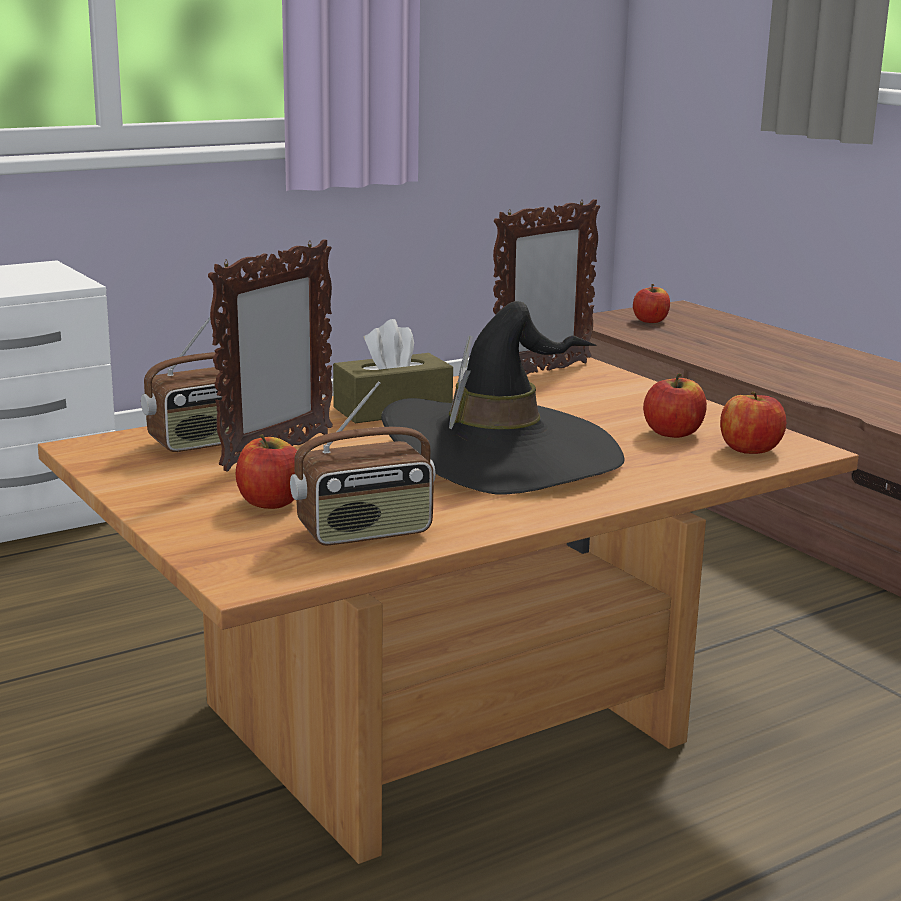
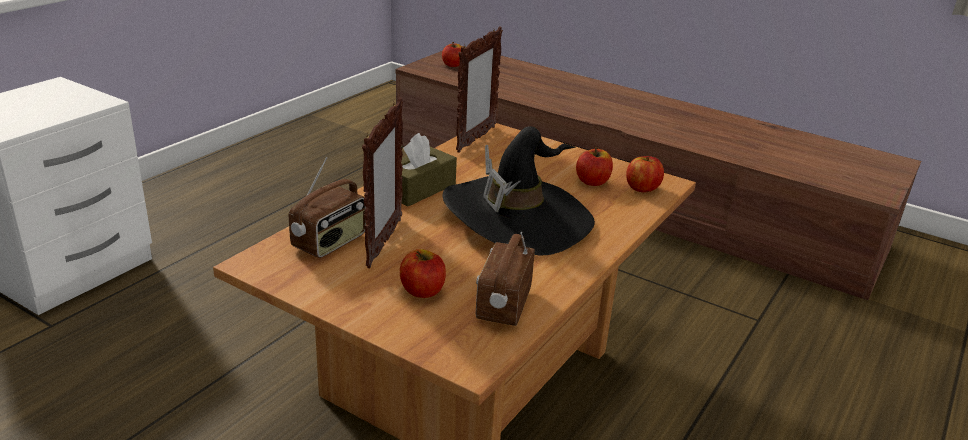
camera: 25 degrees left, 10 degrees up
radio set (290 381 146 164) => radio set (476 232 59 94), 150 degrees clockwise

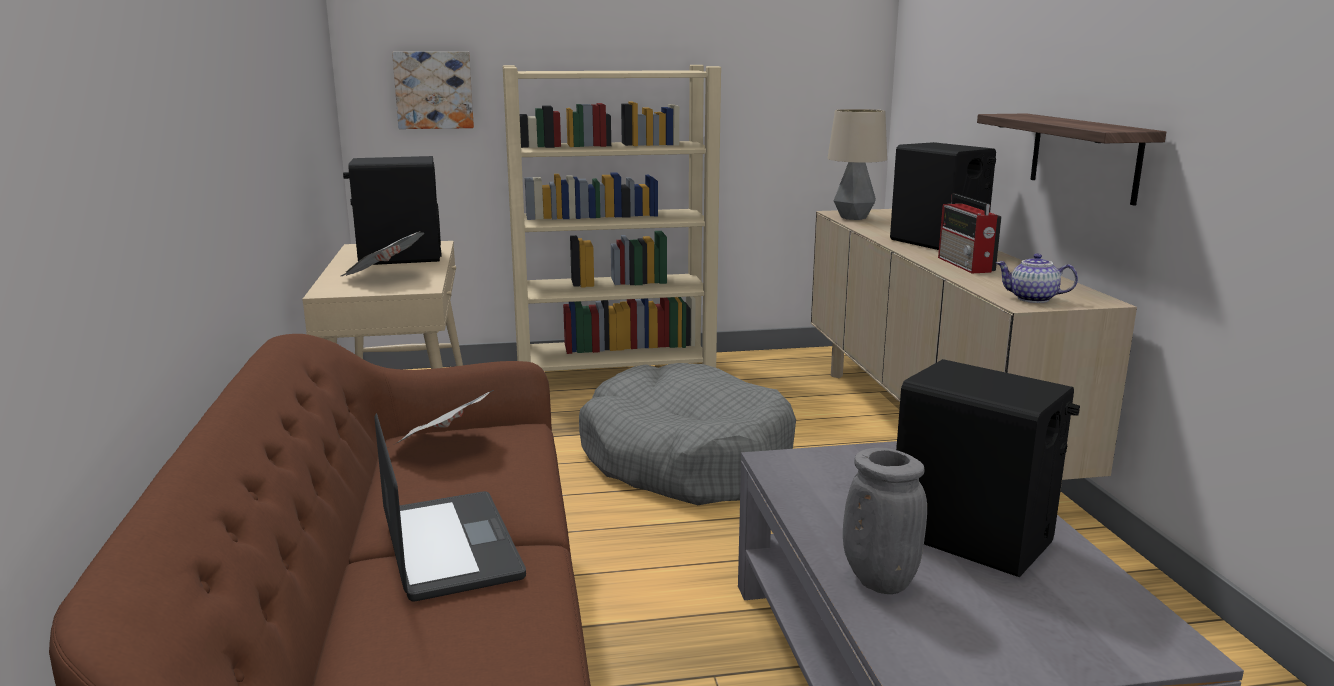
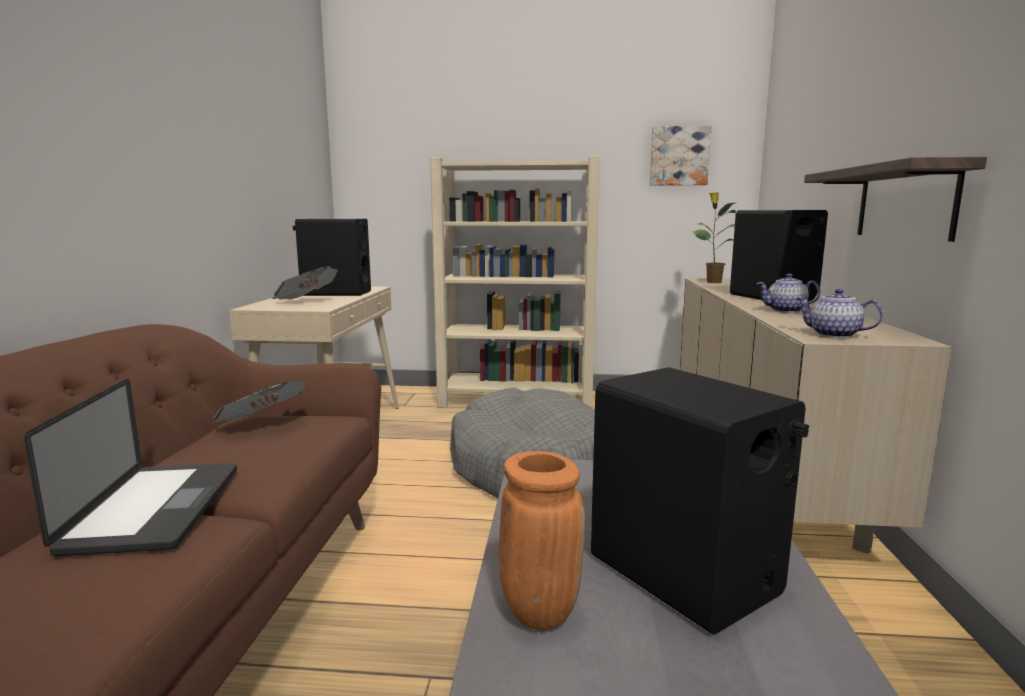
camera: 15 degrees right, 5 degrees down
vase (greyish) (843 448 84 146) => vase (orangey) (499 451 86 179)
picture (392 52 82 77) => picture (650 126 61 60), moved
table lamp (827 109 60 111) => plant in a pot (692 192 45 91)
radio set (938 193 64 80) => pot for tea (756 273 64 40)

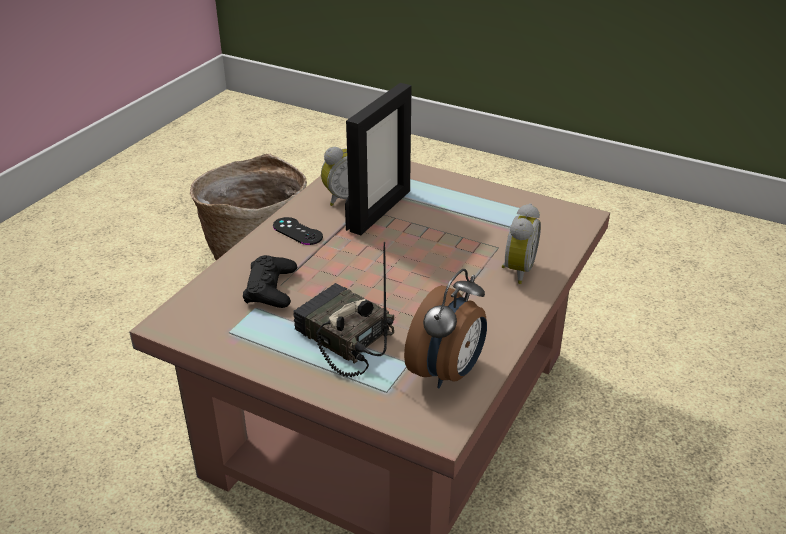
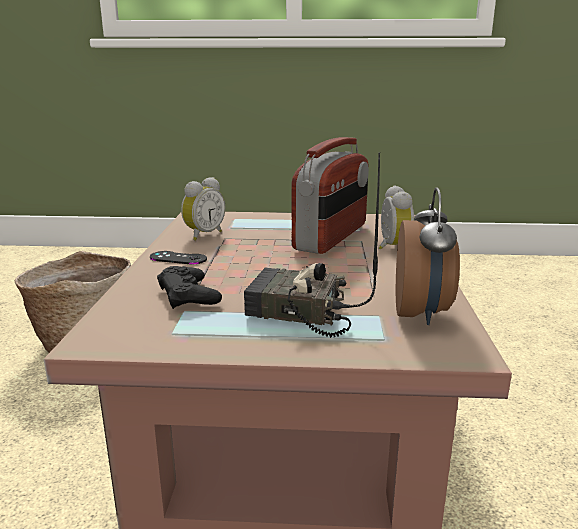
camera: 25 degrees left, 15 degrees down
nothing => radio set (291 137 78 117)
standing frame (345 83 67 152) => nothing

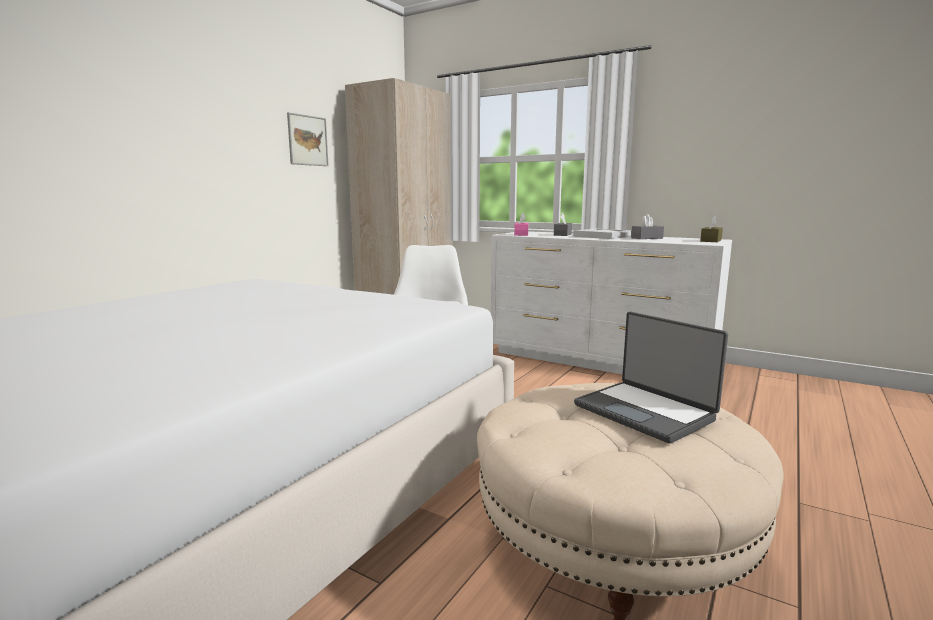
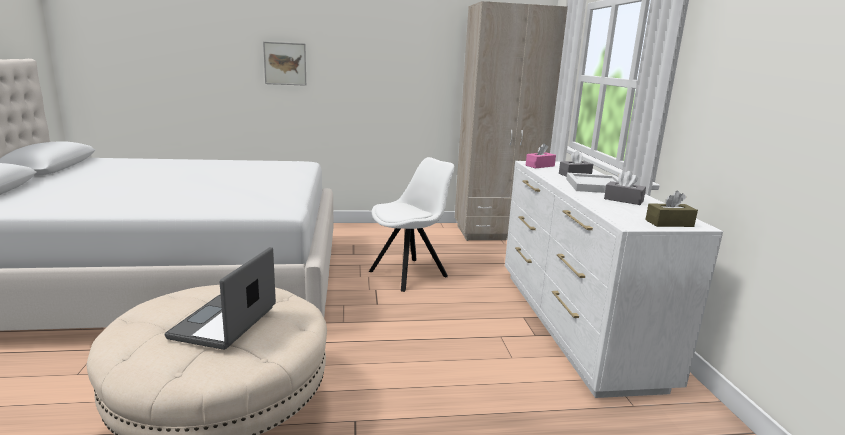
camera: 50 degrees right, 5 degrees up
picture (287 112 42 54) => picture (263 42 43 44), moved

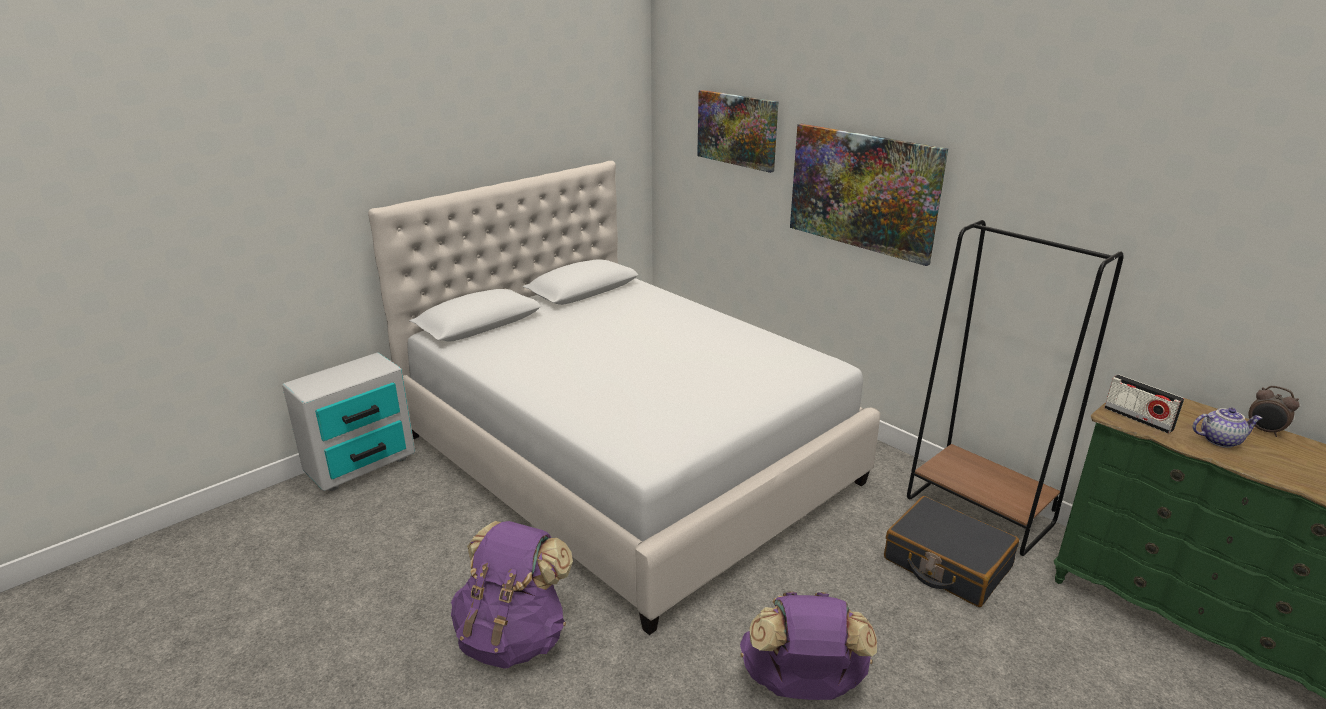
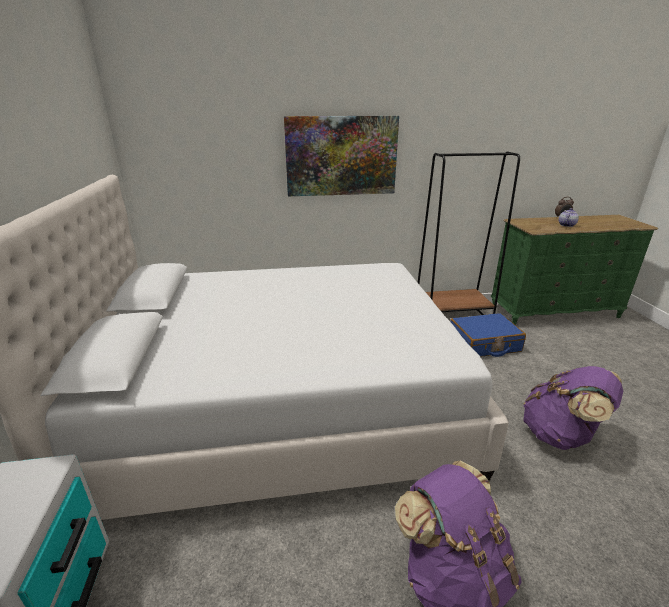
camera: 55 degrees left, 0 degrees up
piece of luggage (black) (884 496 135 111) => piece of luggage (bluish) (450 313 76 44)
picture (697 90 81 83) => nothing
radio set (1104 374 80 60) => nothing

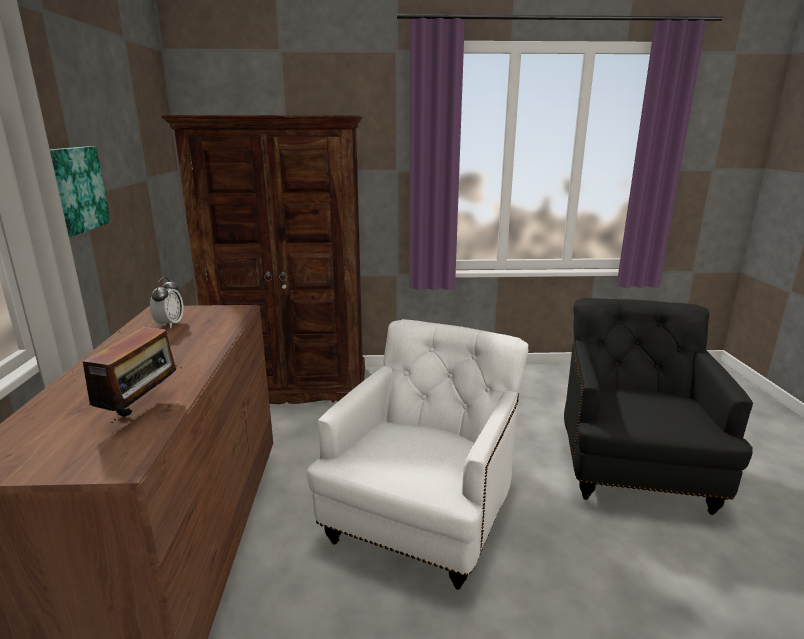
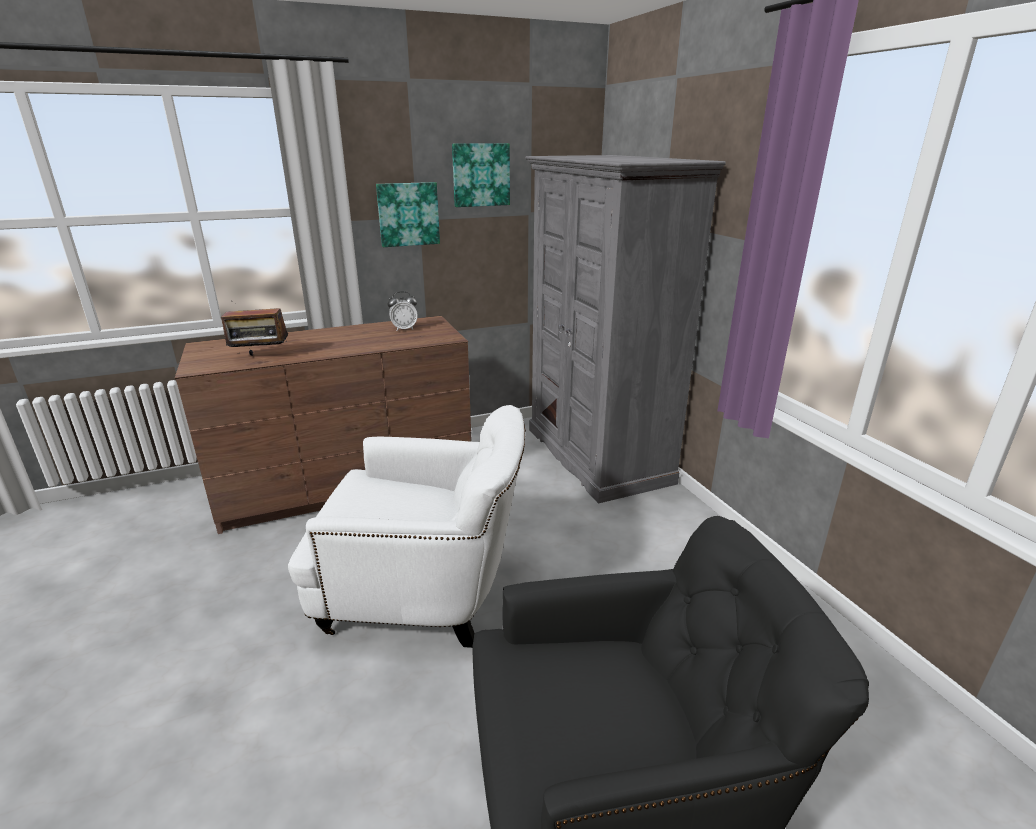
camera: 70 degrees right, 5 degrees up
nothing => picture (452 143 58 64)
clothes cupboard (brown) (161 115 204 289) => clothes cupboard (greyish) (525 155 201 349)

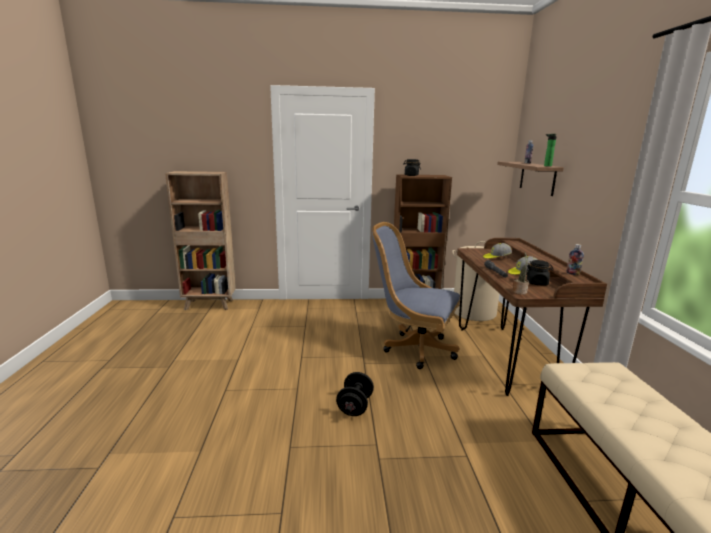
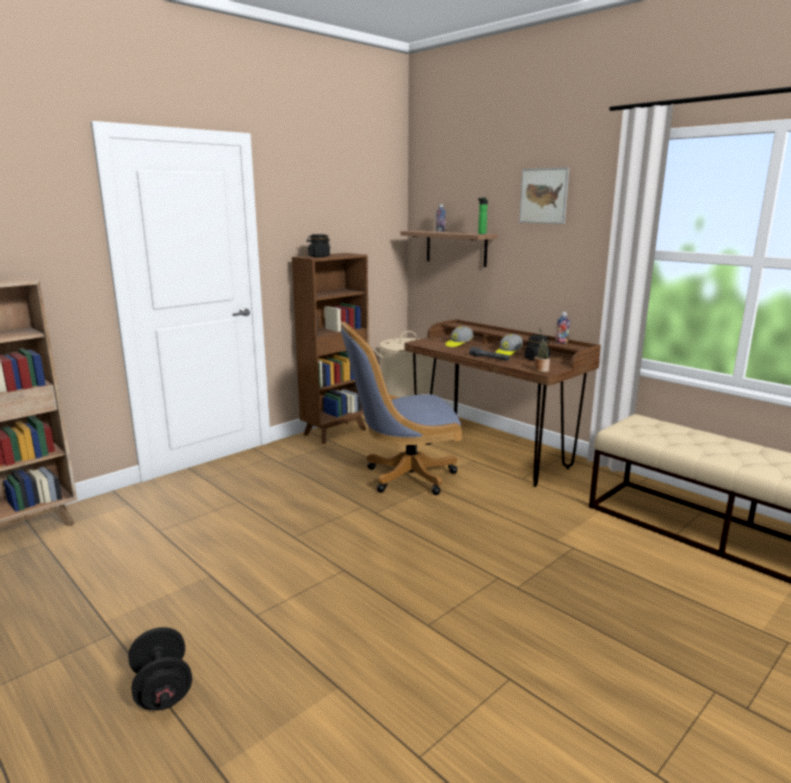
camera: 40 degrees left, 0 degrees up
dumbbell (black) (336 372 38 44) => dumbbell (black) (128 627 64 83), moved
nothing => picture (519 167 50 57)

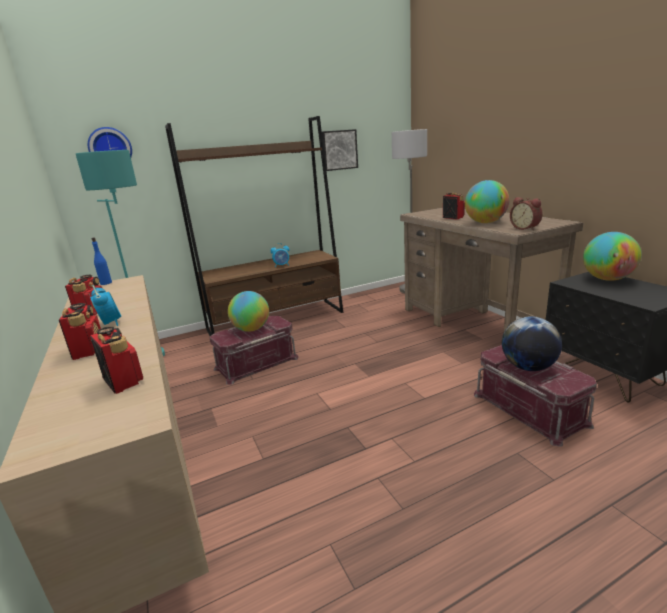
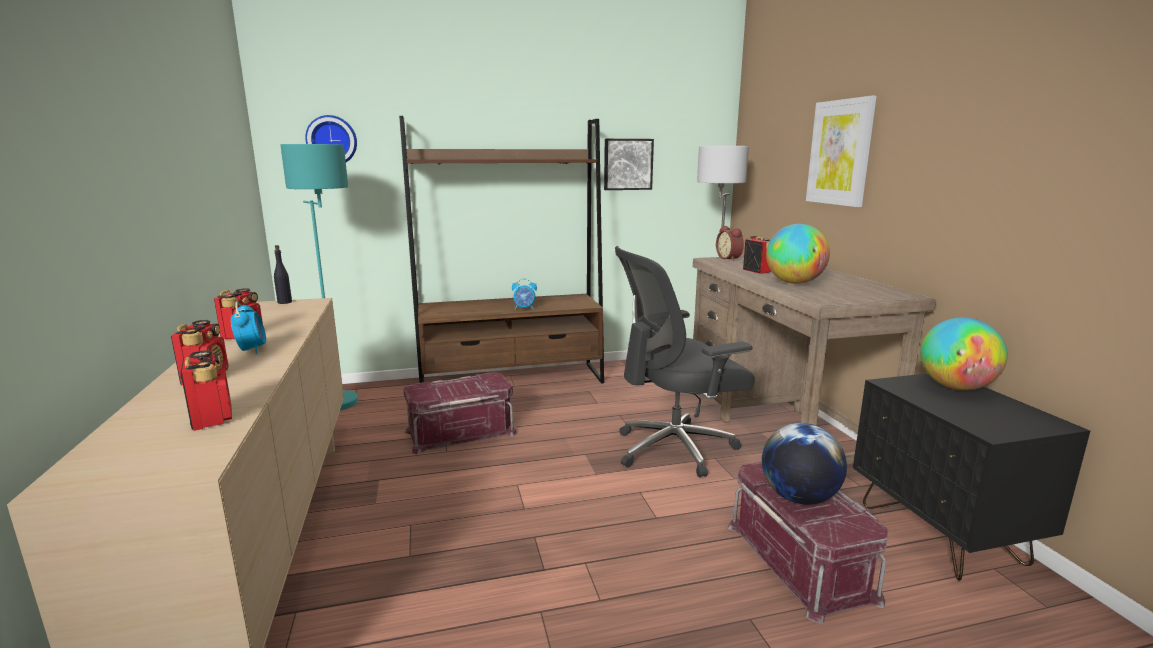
camera: 10 degrees right, 5 degrees down
bottle (bluish) (91 237 21 48) => bottle (black) (274 245 18 59)
nothing => office chair (615 246 140 231)
bedside clock (510 197 33 33) => bedside clock (716 226 28 35), moved
nothing => picture (806 96 71 111)
globe (228 291 41 41) => nothing

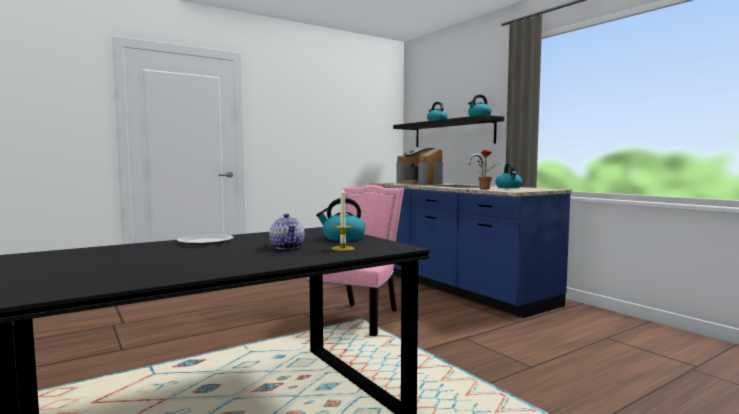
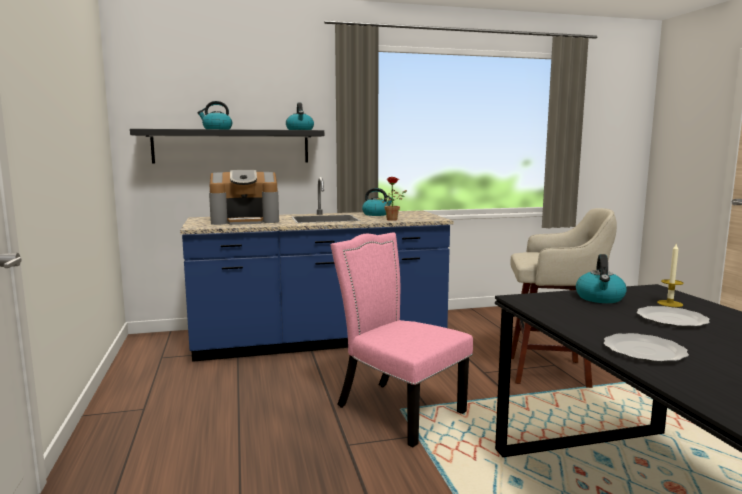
camera: 70 degrees left, 5 degrees up
nothing => stool (sand-coloured) (511 208 106 180)
pot for tea (269 213 36 36) => dinner plate (636 306 74 22)

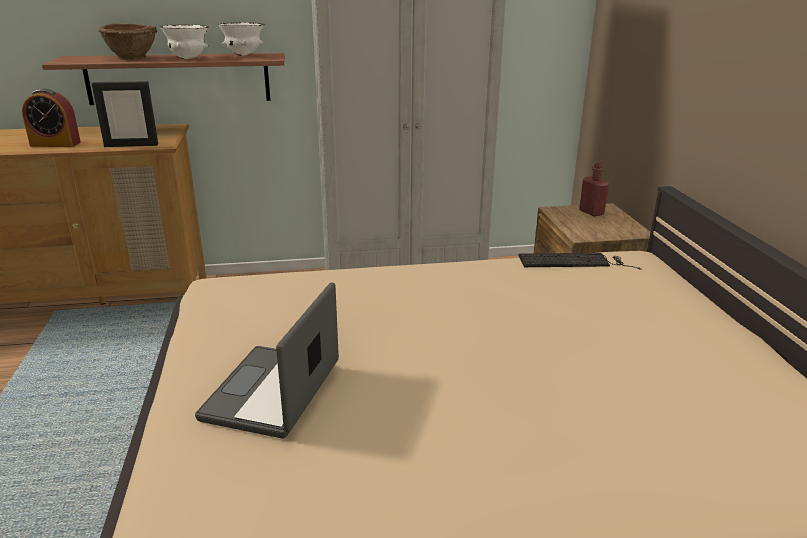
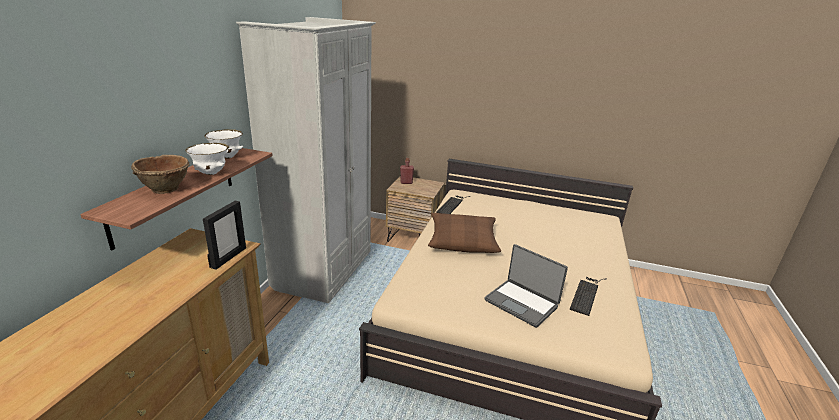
camera: 65 degrees left, 0 degrees up
nothing => pillow (brown) (428 213 73 40)
nothing => PC keyboard (570 277 36 39)
bedside clock (22 88 59 59) => nothing

